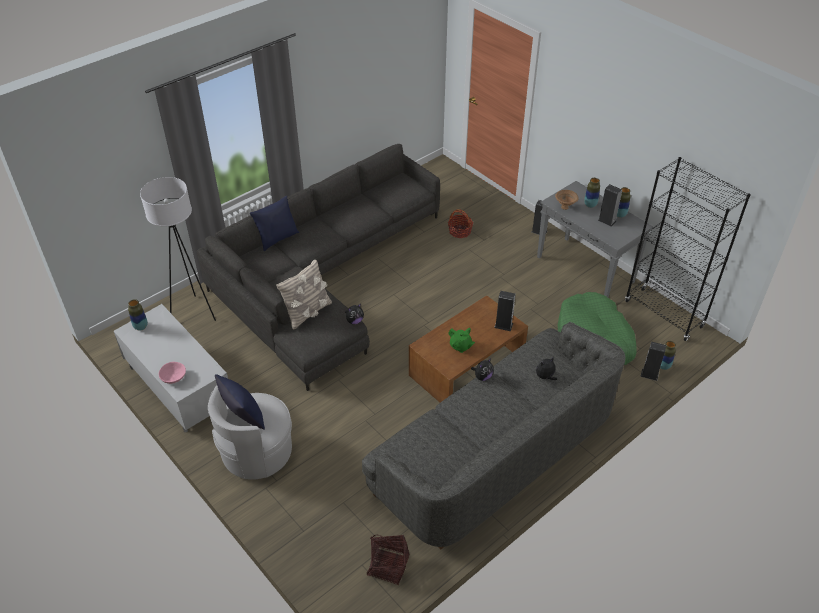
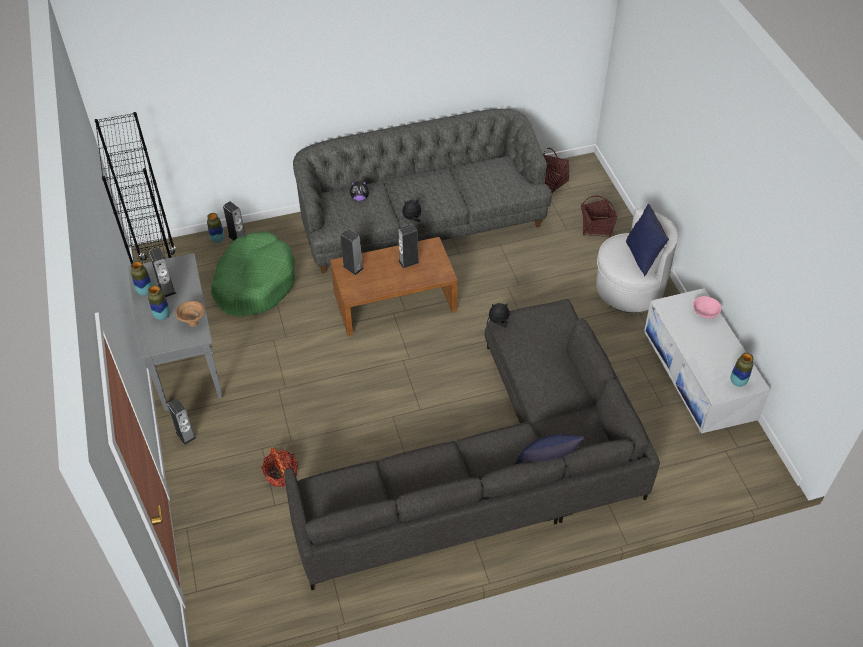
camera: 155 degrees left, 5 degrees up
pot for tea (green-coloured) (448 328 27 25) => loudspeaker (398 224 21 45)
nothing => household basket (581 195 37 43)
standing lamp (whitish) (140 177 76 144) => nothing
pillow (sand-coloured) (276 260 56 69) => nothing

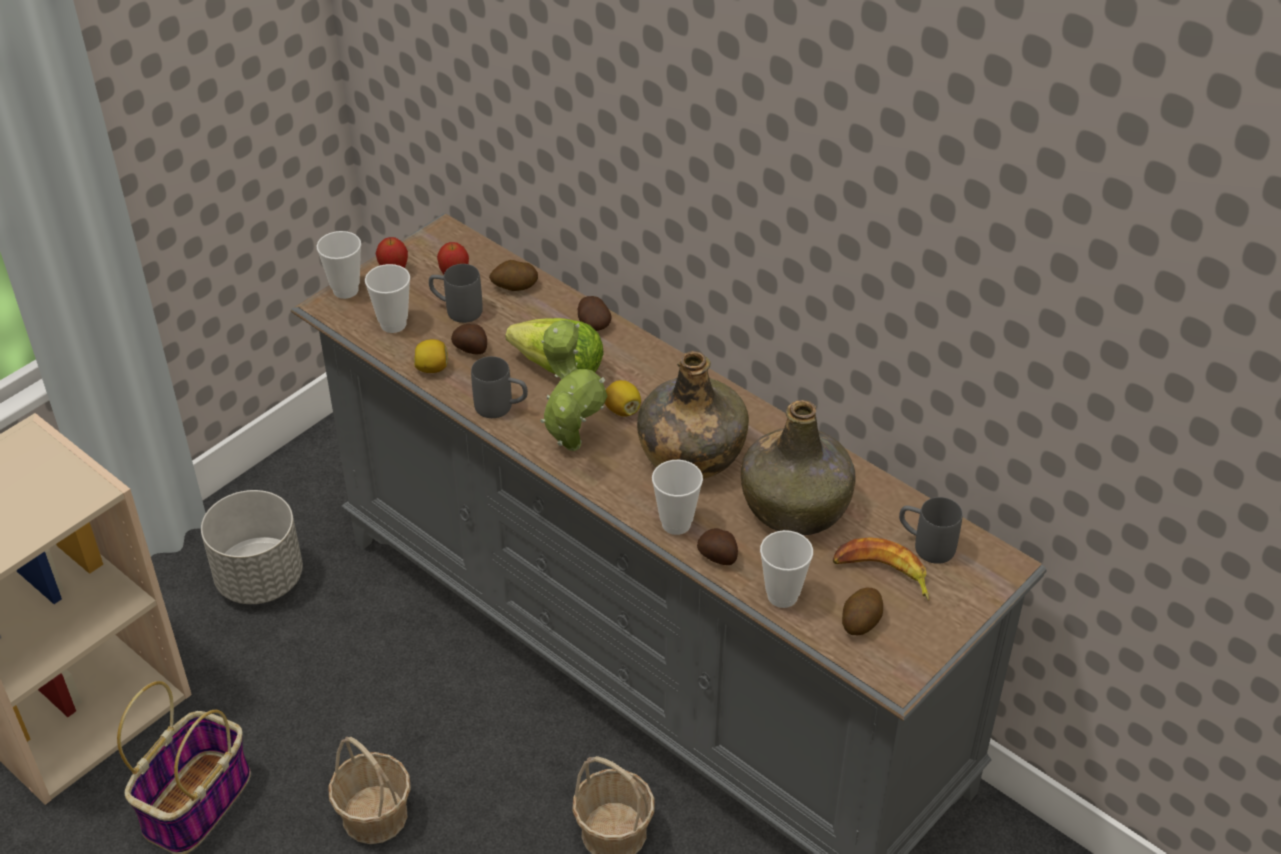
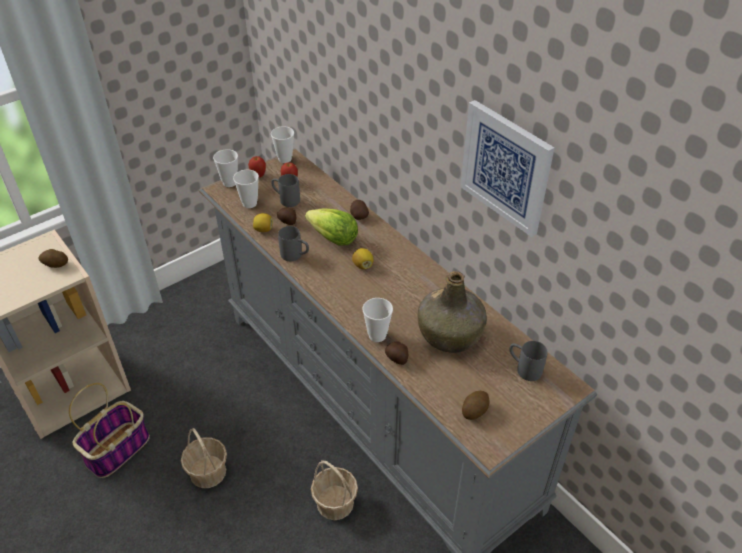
camera: 10 degrees right, 0 degrees up
spud (489 260 49 31) => spud (39 249 29 19), moved
small cup (760 530 53 78) => small cup (271 126 23 37), moved
nothing => picture (460 100 94 137)
planter (greyish) (201 490 102 114) => nothing
plant in a pot (540 320 67 131) => nothing
bottle (green-coloured) (637 351 112 128) => nothing
banana (833 537 97 64) => nothing

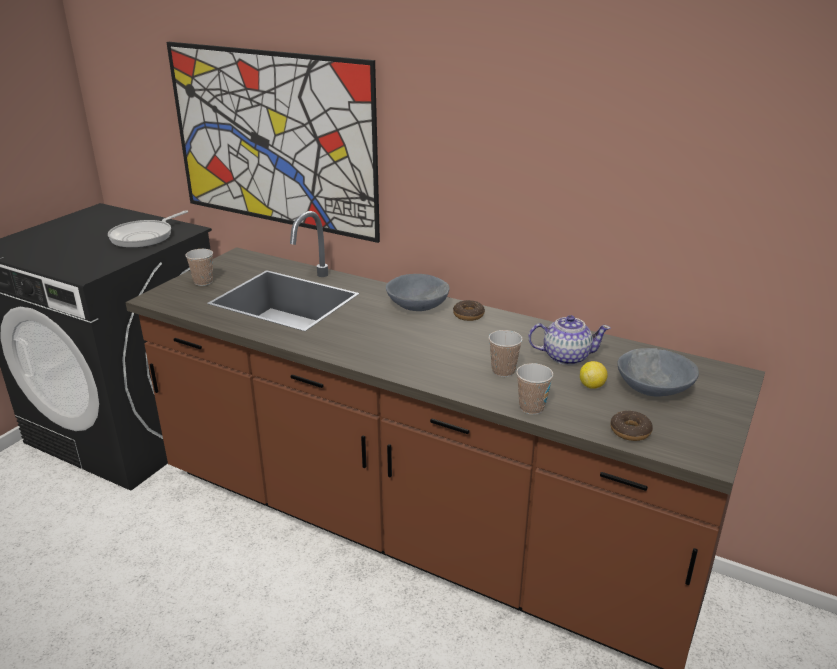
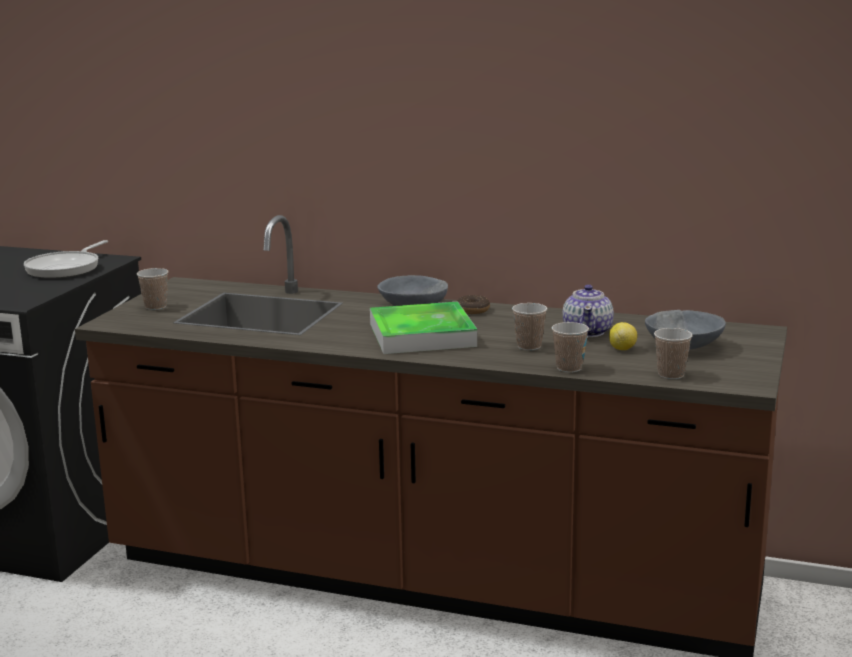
camera: 10 degrees left, 10 degrees down
nothing => serving tray (370 301 107 53)
pot for tea (528 315 83 50) => pot for tea (563 284 51 53), 105 degrees clockwise
doughnut (610 411 43 30) => small cup (654 328 39 51)
picture (166 42 214 201) => nothing

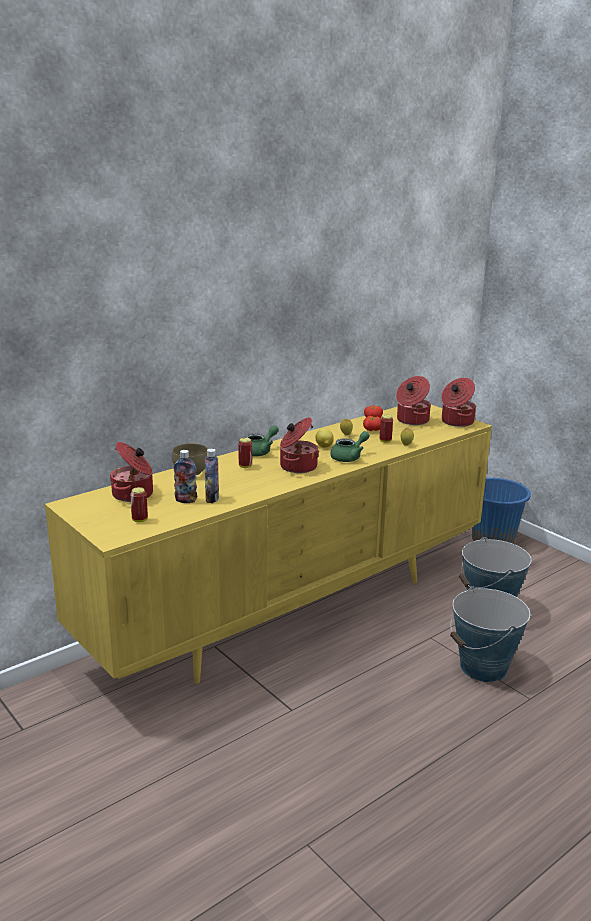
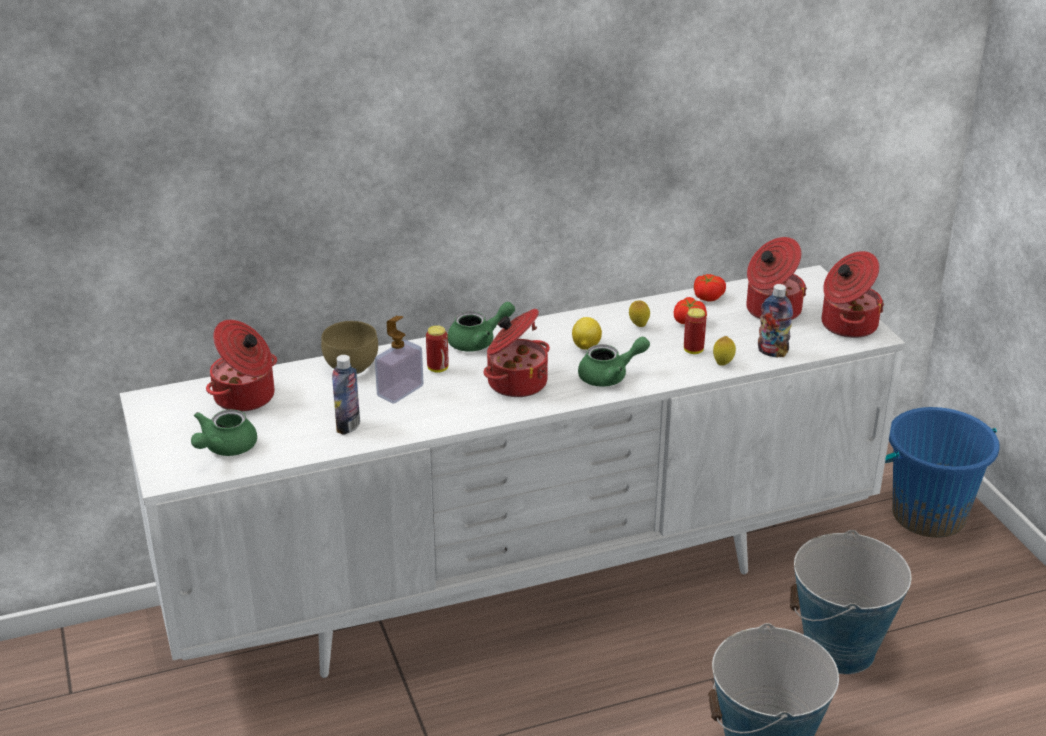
camera: 20 degrees right, 10 degrees up
cabinet (yellow-coloured) (45 405 447 279) => cabinet (whitish) (120 265 785 413)
sealed can (130 487 18 35) => pot for tea (green-coloured) (191 409 66 47)
nothing => soap bottle (375 316 48 88)
bottle (174 450 23 53) => bottle (758 284 35 73), moved

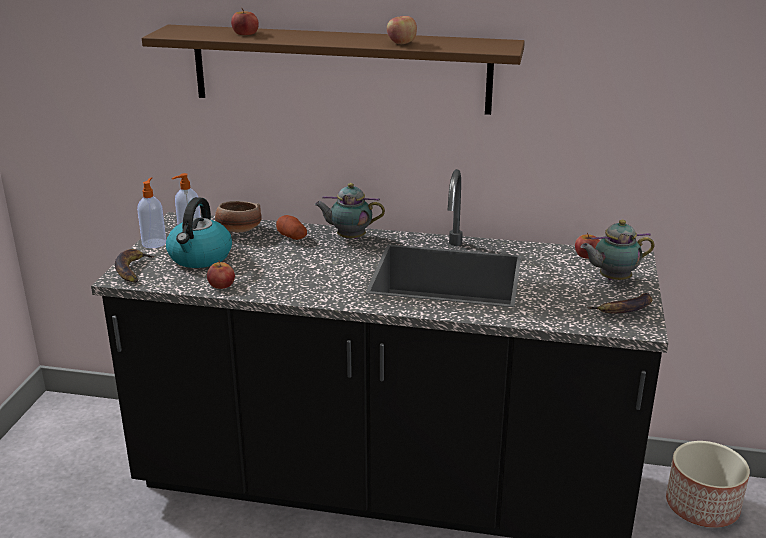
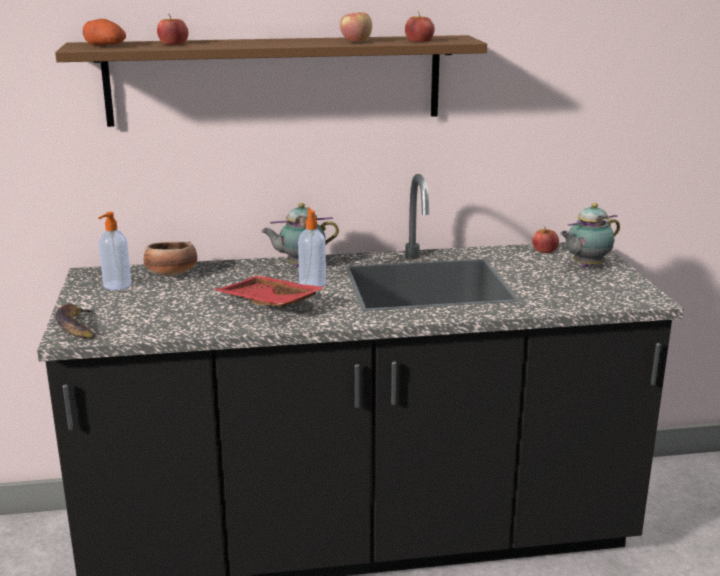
camera: 20 degrees left, 5 degrees down
spud (276 215 31 25) => spud (83 19 43 27), moved
nothing => serving tray (red) (213 276 113 31)
soap bottle (137 177 29 71) => soap bottle (298 207 28 80), moved
apple (207 261 28 28) => apple (405 12 30 30), moved
water kettle (166 197 66 71) => nothing
banana (587 293 65 21) => nothing
planter (666 441 84 87) => nothing

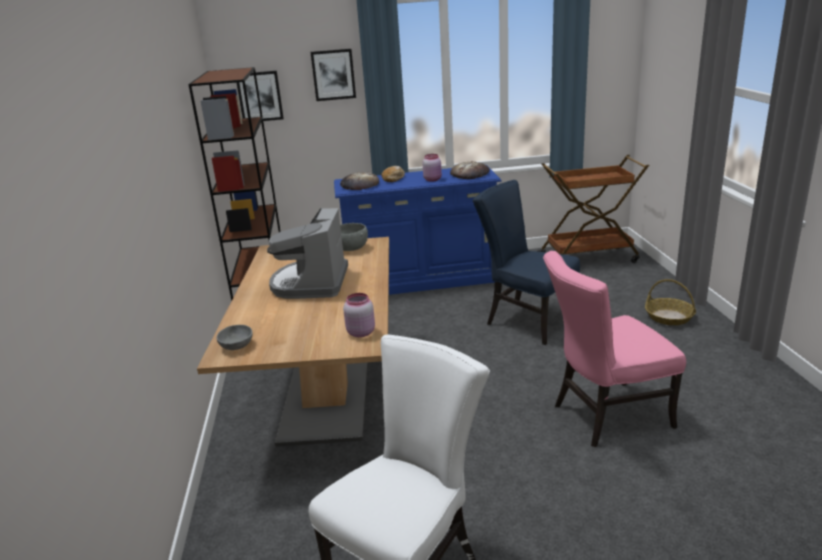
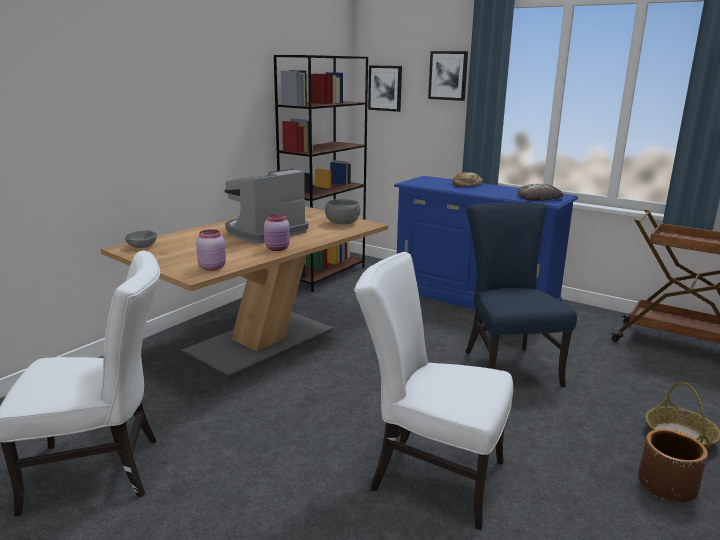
camera: 40 degrees right, 5 degrees down
jar (pink) (422 154 20 28) => jar (pink) (264 214 26 37), moved
upright chair (pink) (543 251 143 196) => upright chair (whitish) (354 252 159 278)
nothing => planter (brown) (638 429 70 73)
bakery bread (340 172 39 18) => nothing

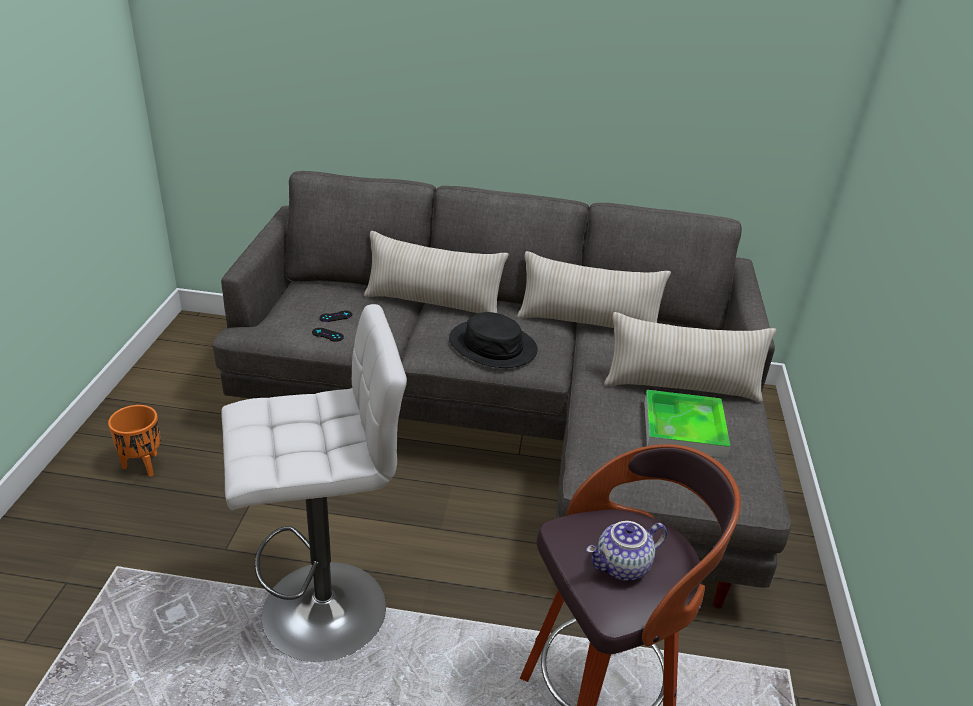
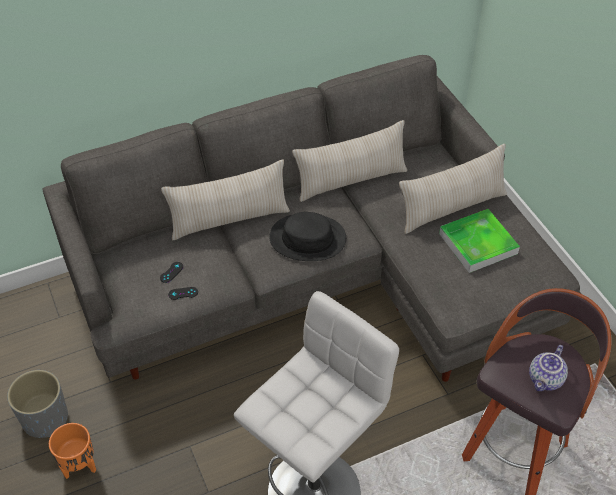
camera: 30 degrees left, 15 degrees up
nothing => planter (greyish) (7 370 61 68)

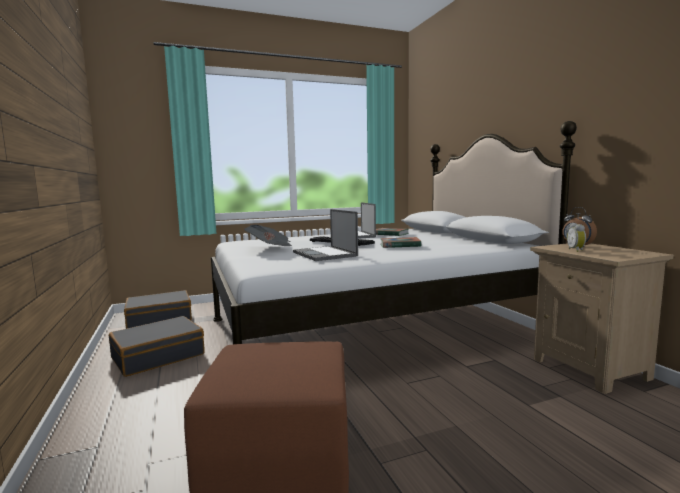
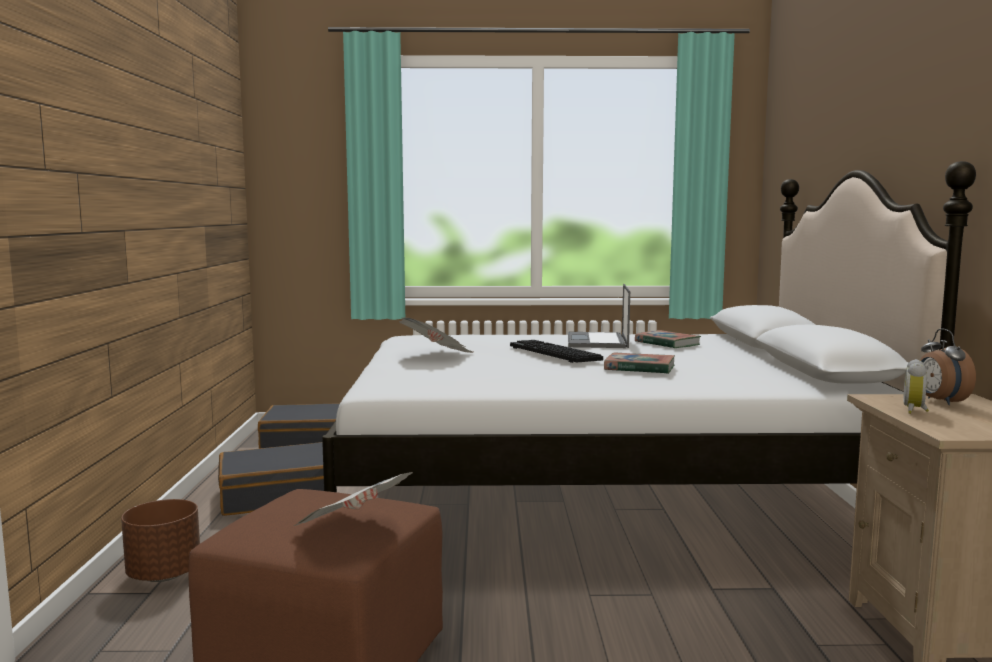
camera: 20 degrees right, 0 degrees up
nothing => planter (brown) (121 499 79 83)
nothing => newspaper (294 472 119 54)
portable computer (293 209 65 52) => nothing

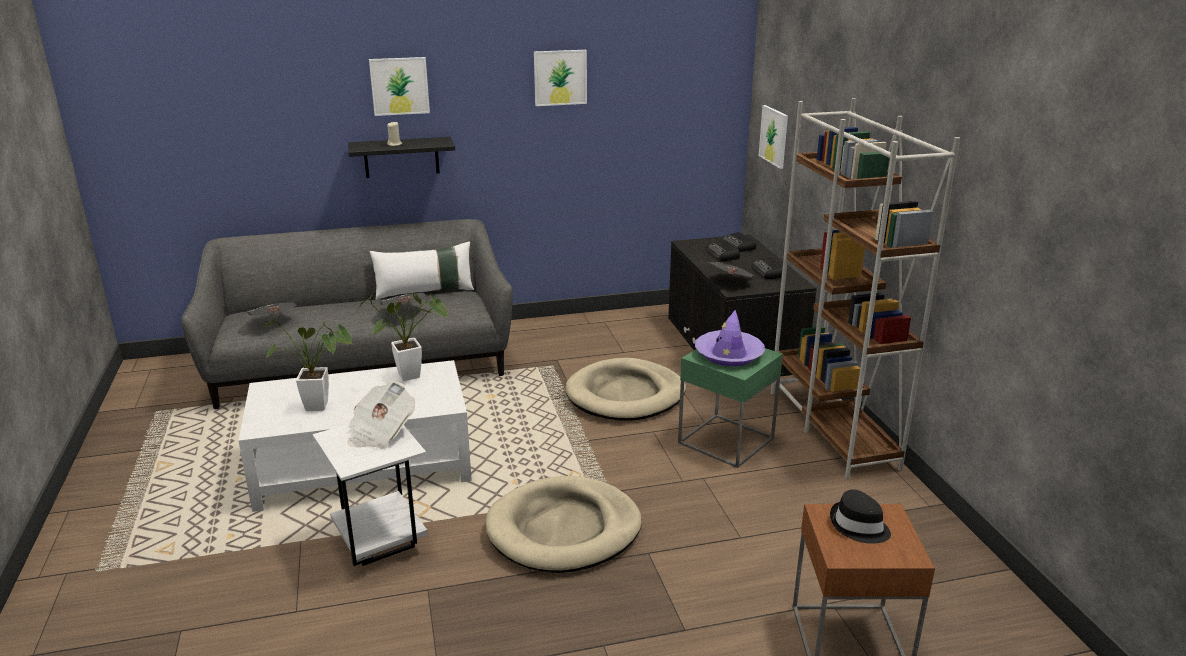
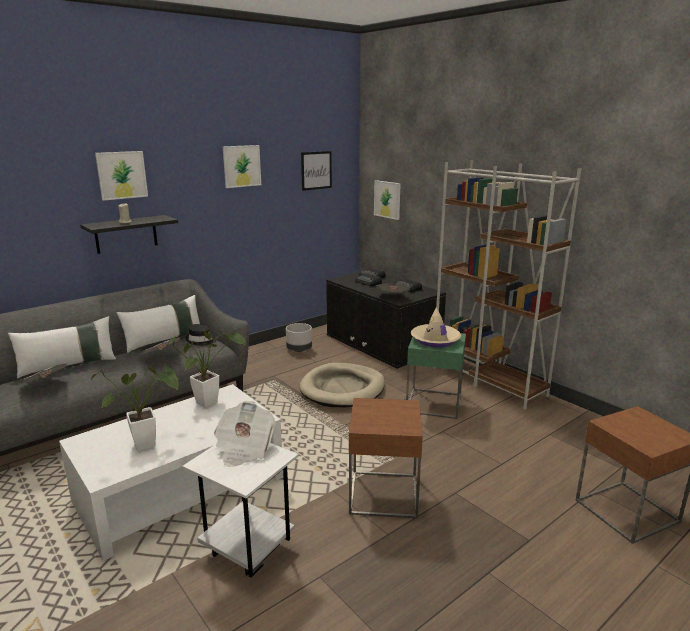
camera: 25 degrees left, 5 degrees down
nothing => pillow (whitish) (8 316 108 62)
clothing hat (black) (830 489 61 55) => clothing hat (black) (185 324 31 22), moved
nothing => planter (greyish) (286 323 26 29)
nothing => picture (301 151 31 40)
dog bed (sand-coloured) (485 476 157 97) => accent table (brown) (349 398 74 120)
clothing hat (purple) (695 310 70 56) => clothing hat (sand-coloured) (411 308 50 39)

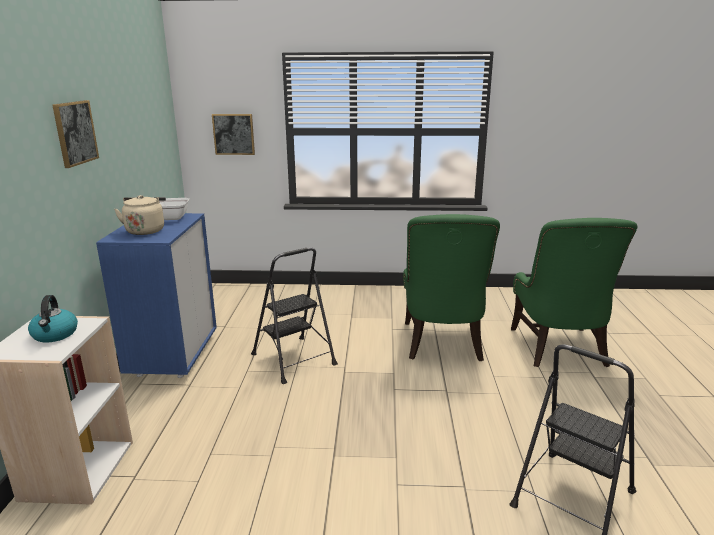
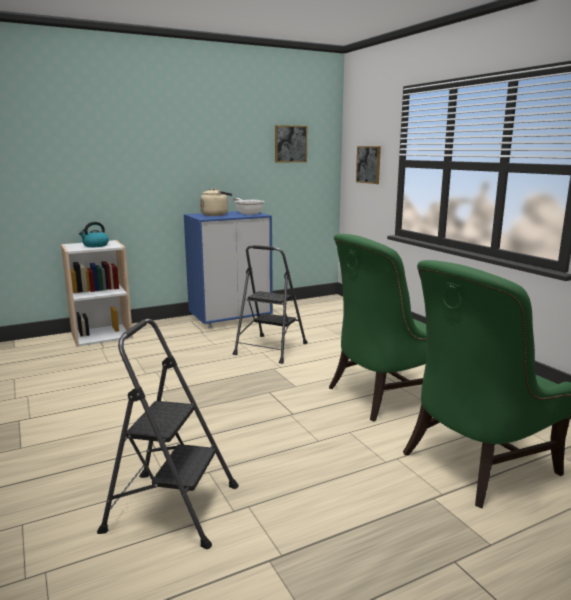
camera: 60 degrees right, 5 degrees down
picture (52 100 47 68) => picture (275 125 32 38), moved

